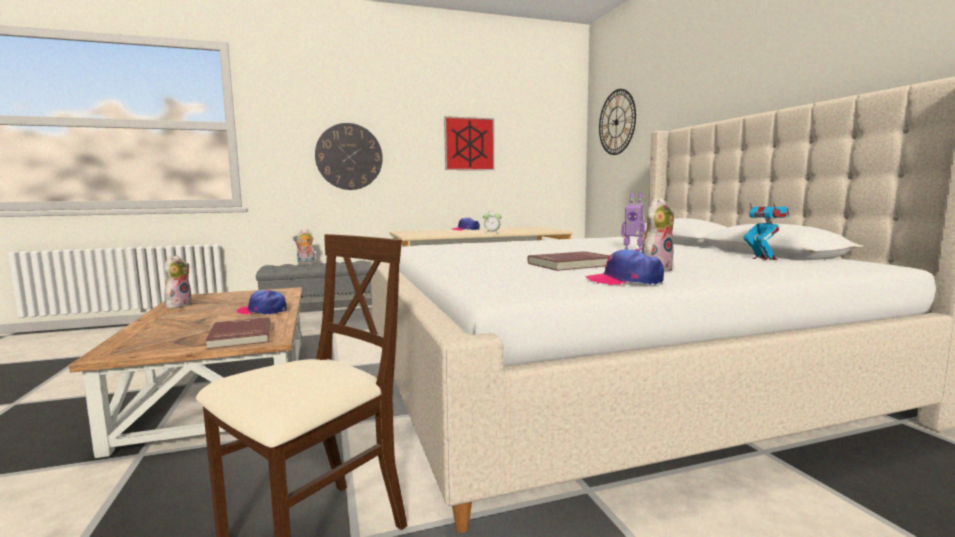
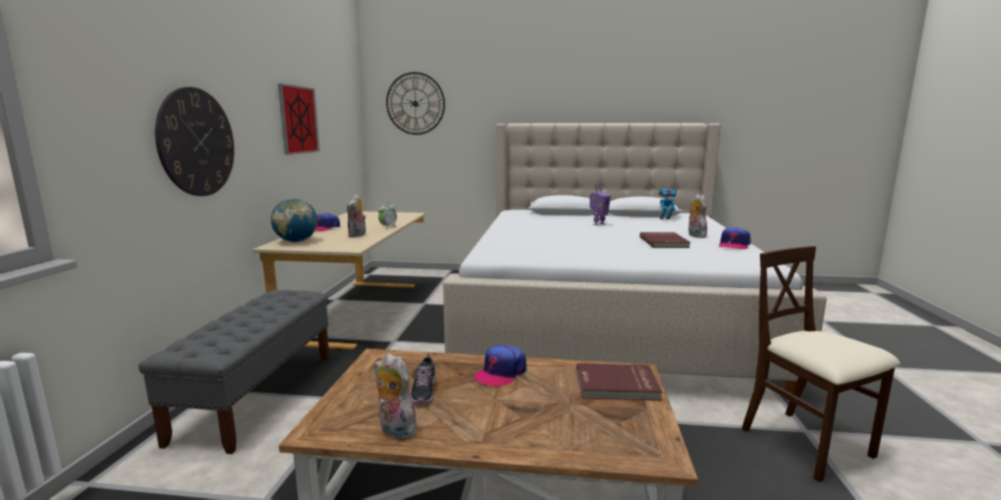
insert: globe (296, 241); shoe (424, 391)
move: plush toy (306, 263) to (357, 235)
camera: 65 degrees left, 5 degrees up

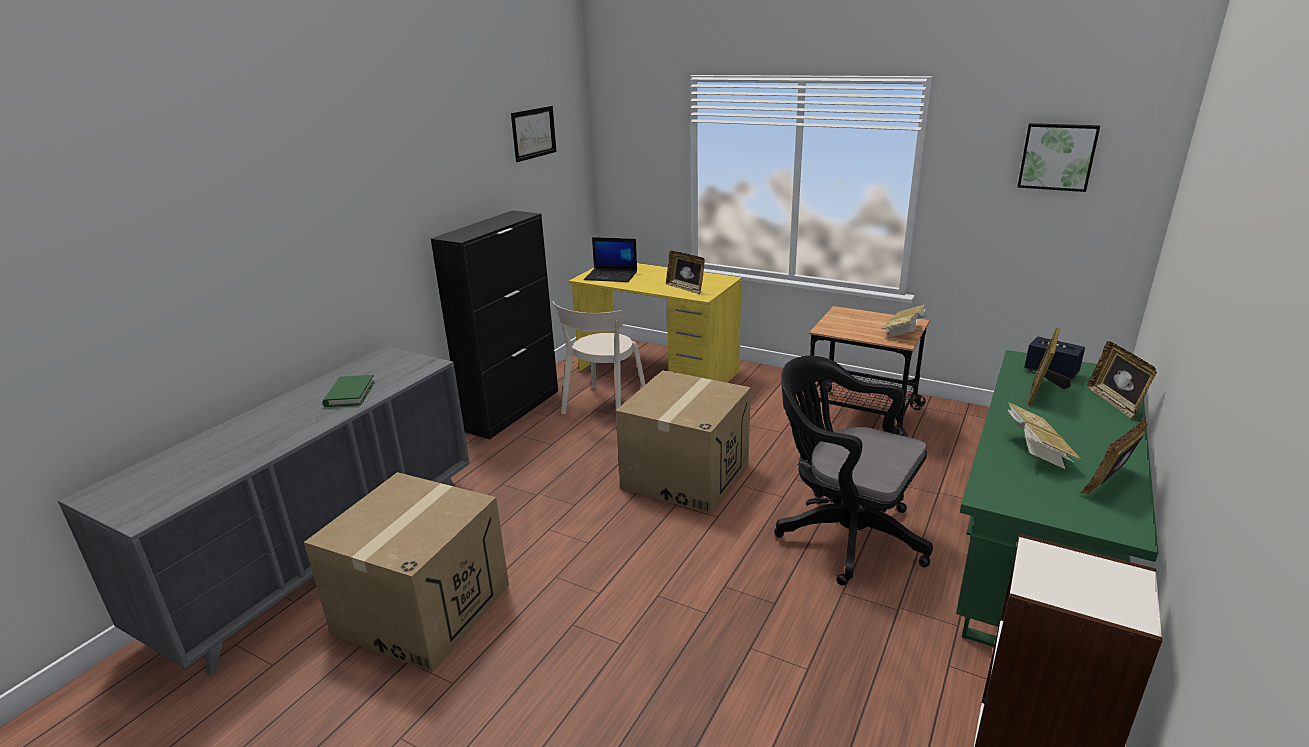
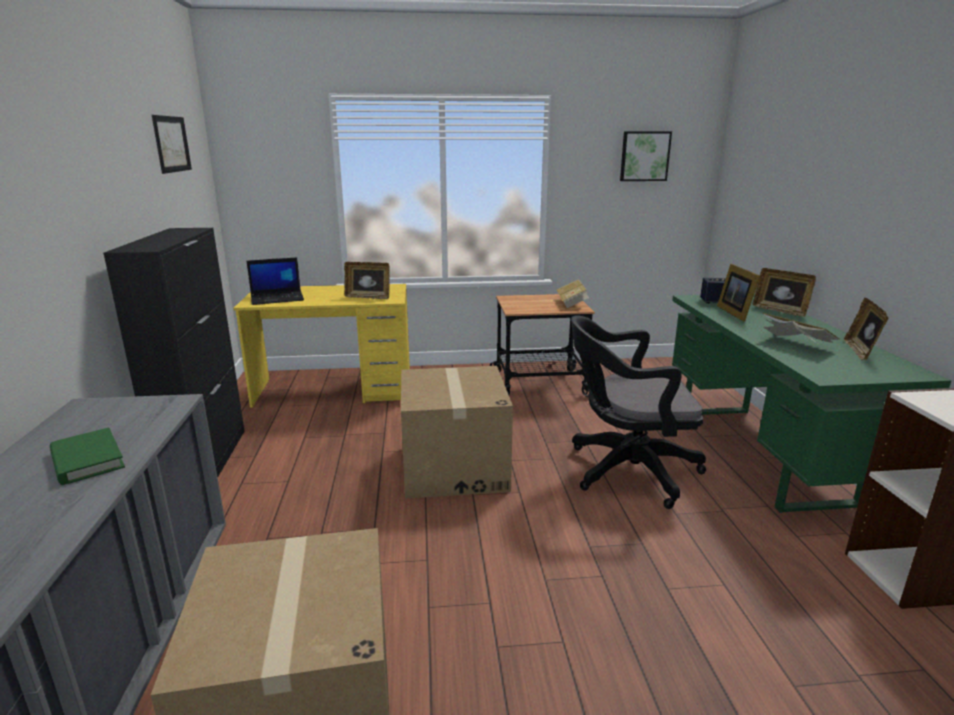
delete: beige chair (603, 408)
camera: 35 degrees left, 5 degrees down

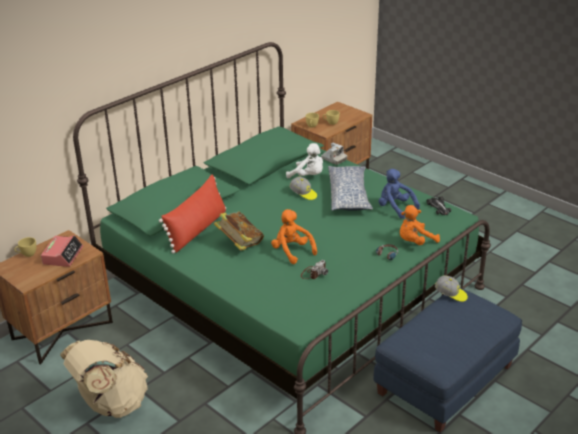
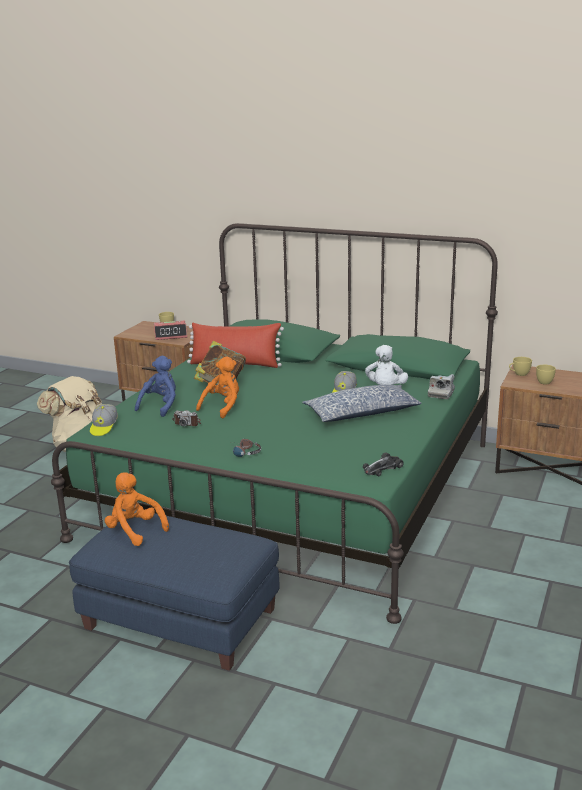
move: blue plush toy (395, 208) to (160, 406); orange plush toy (415, 242) to (135, 530); cap (450, 294) to (104, 427)
camera: 70 degrees right, 10 degrees down

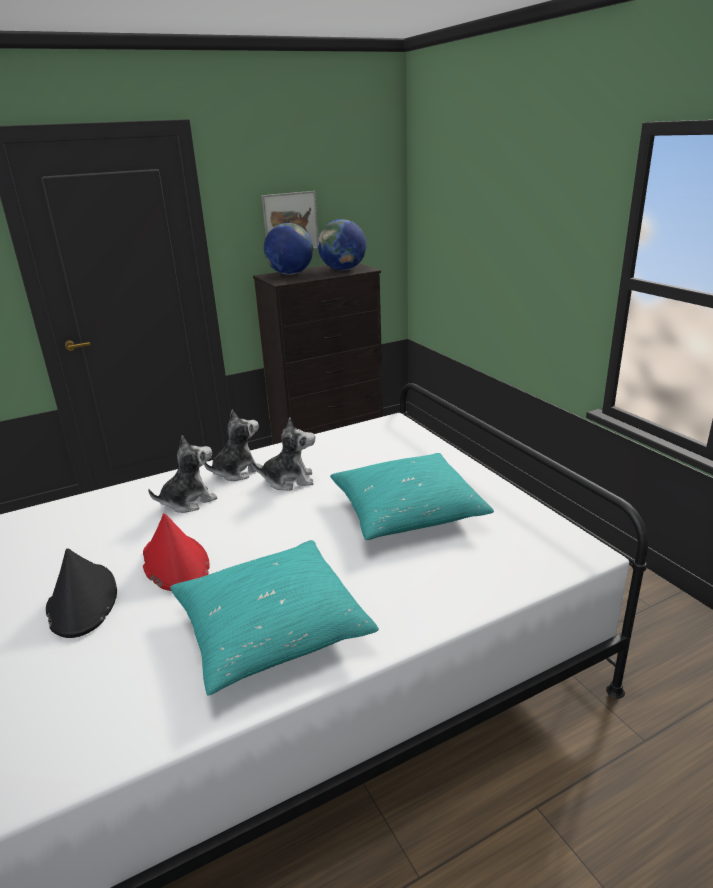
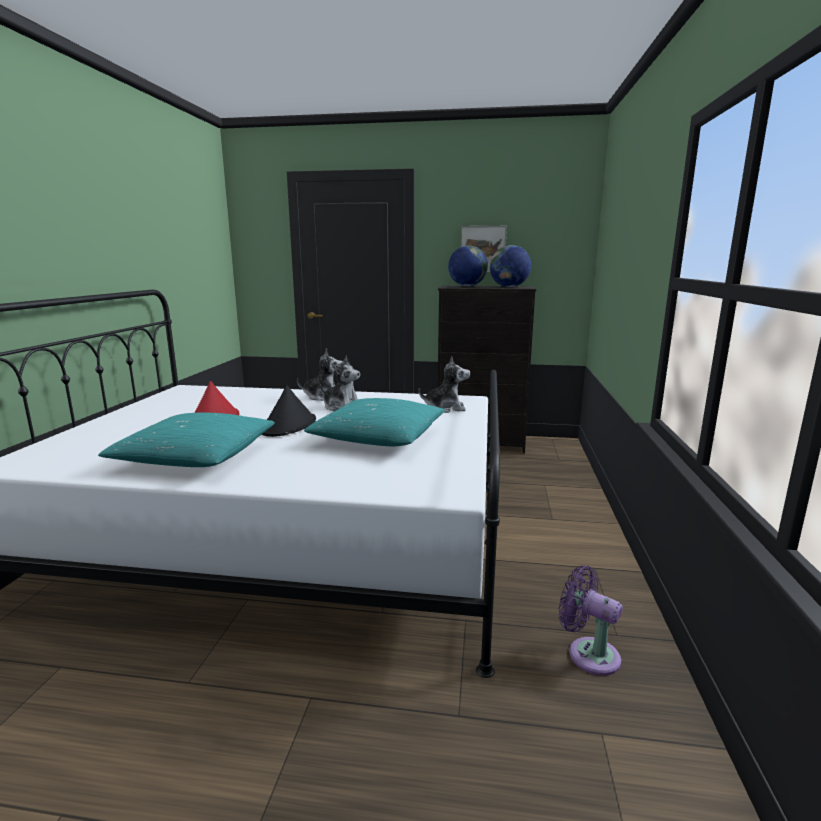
insert: purple fan (588, 653)
move: plush toy (188, 501) to (445, 408); black hat (82, 601) to (289, 426)
camera: 35 degrees right, 10 degrees down

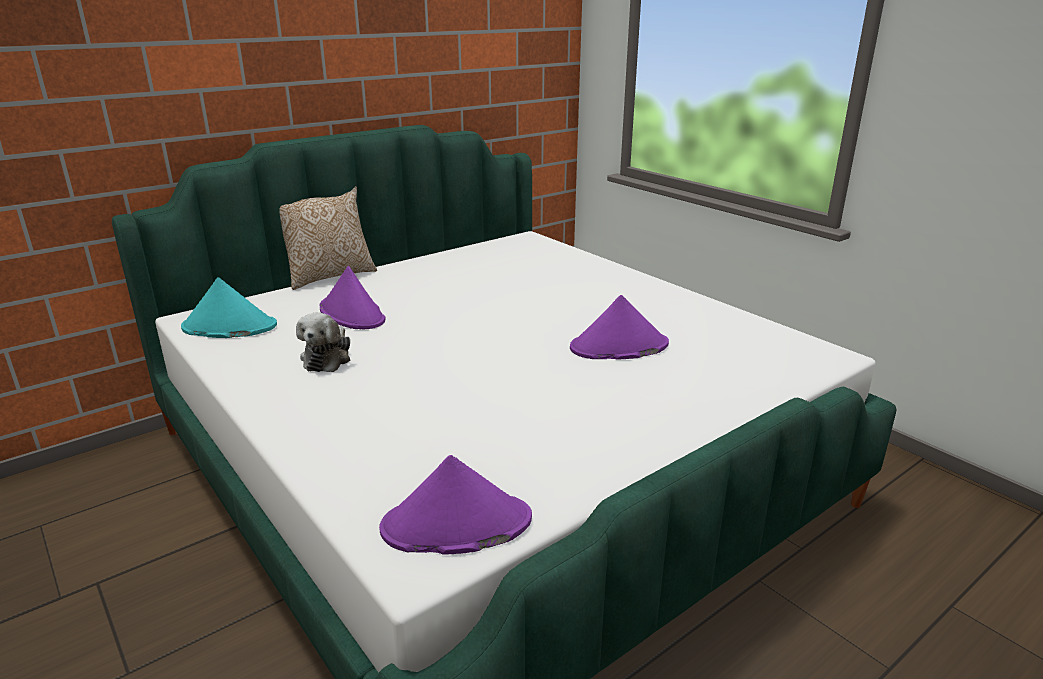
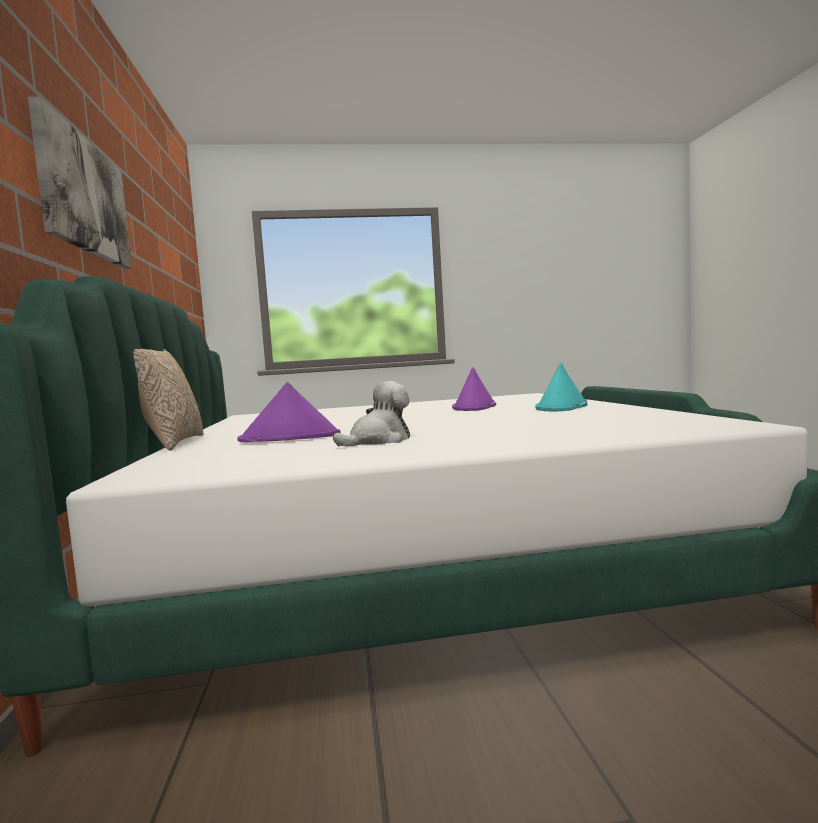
delete: purple hat (456, 525)
insert: picture (83, 197)
move: turquoise hat (229, 327) to (561, 407)
rotate: plush toy (327, 358) = (378, 441) 75 degrees counterclockwise
camera: 60 degrees left, 20 degrees down

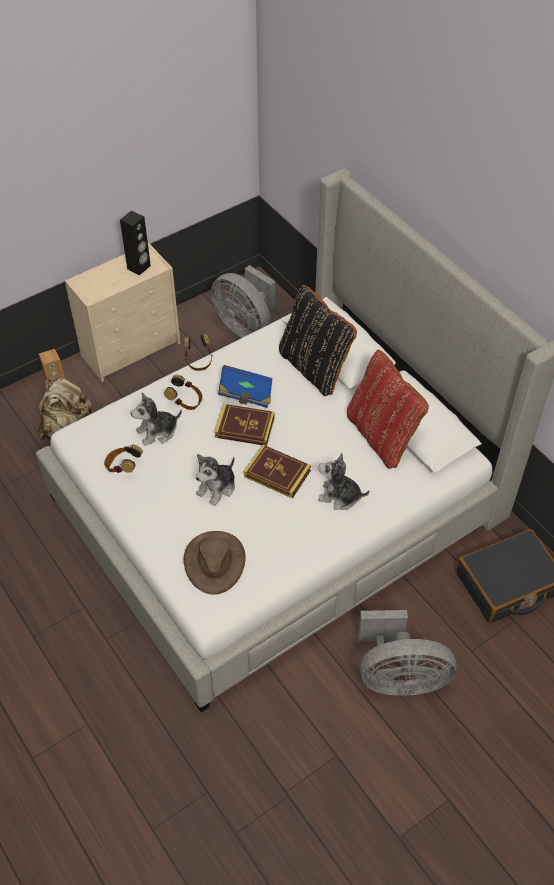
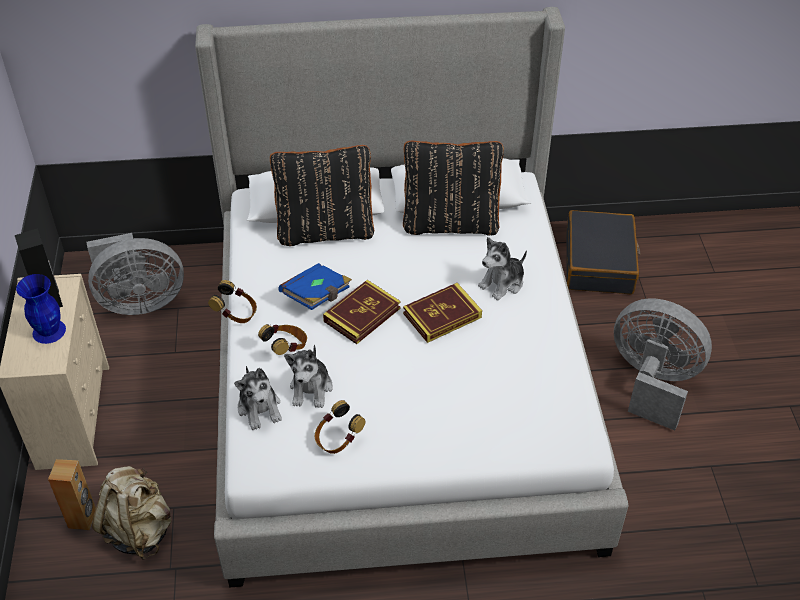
delete: brown hat (214, 562)
insert: blue vase (49, 331)
move: plush toy (217, 488) to (260, 408)
recolor: red pillow (382, 436) to black pillow (450, 222)
rotate: grey fan (398, 677) = (652, 382) 90 degrees counterclockwise
camera: 60 degrees left, 5 degrees down

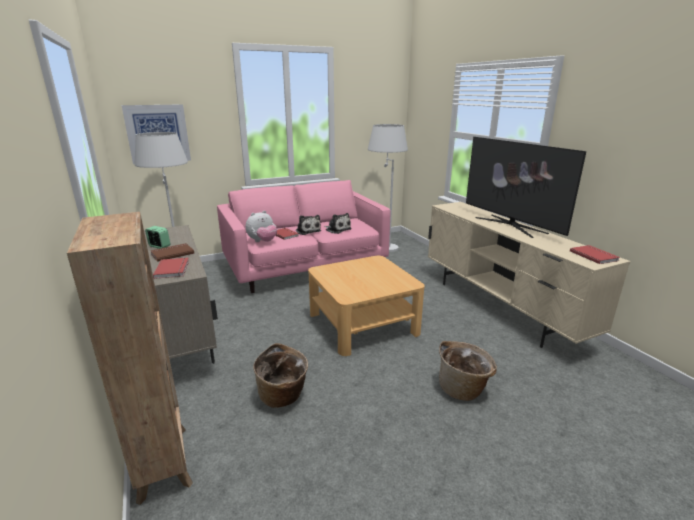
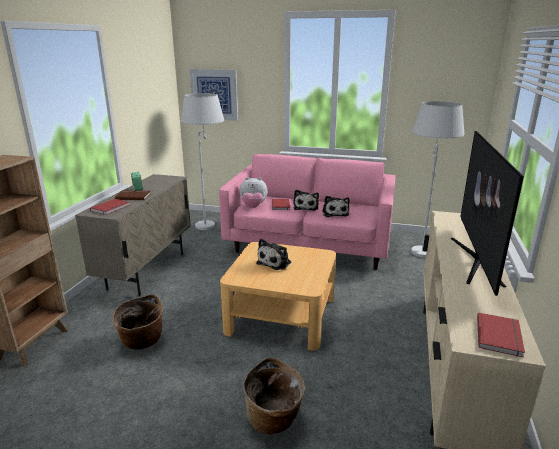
insert: plush toy (275, 262)
camera: 40 degrees right, 0 degrees up

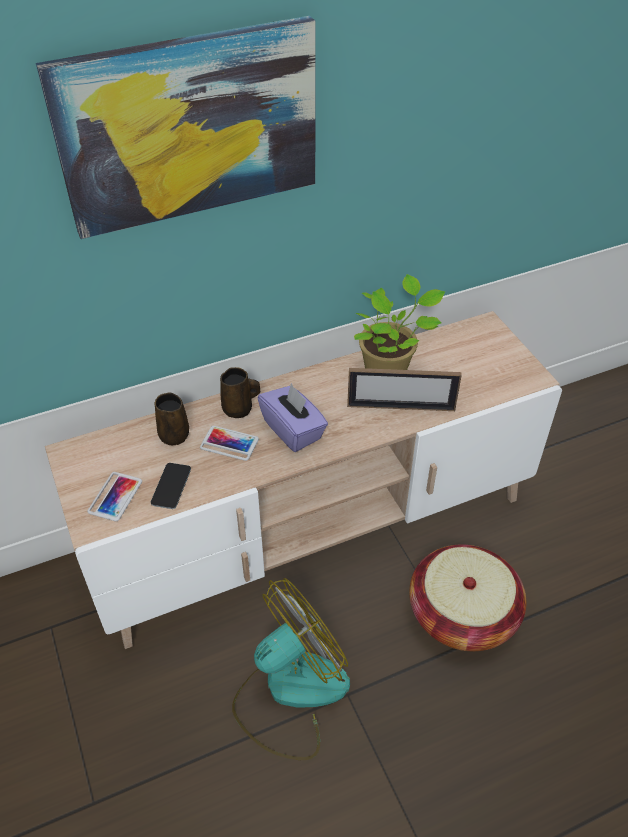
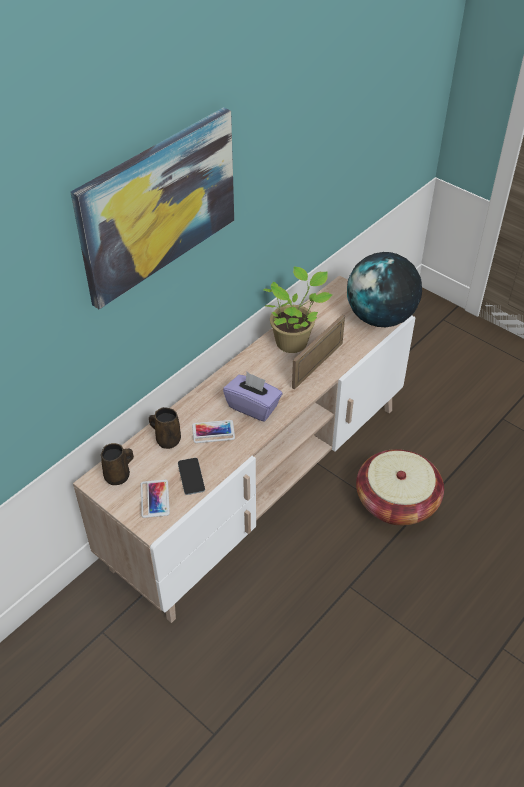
delete: fan (290, 692)
insert: globe (380, 317)
move: brown mug (239, 409) to (118, 476)
rotate: picture frame (401, 407) = (317, 365) 150 degrees clockwise
camera: 25 degrees left, 0 degrees up

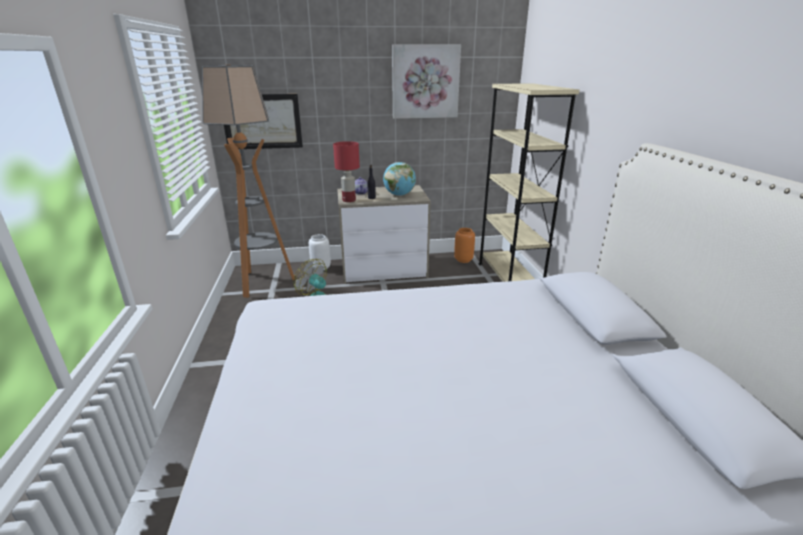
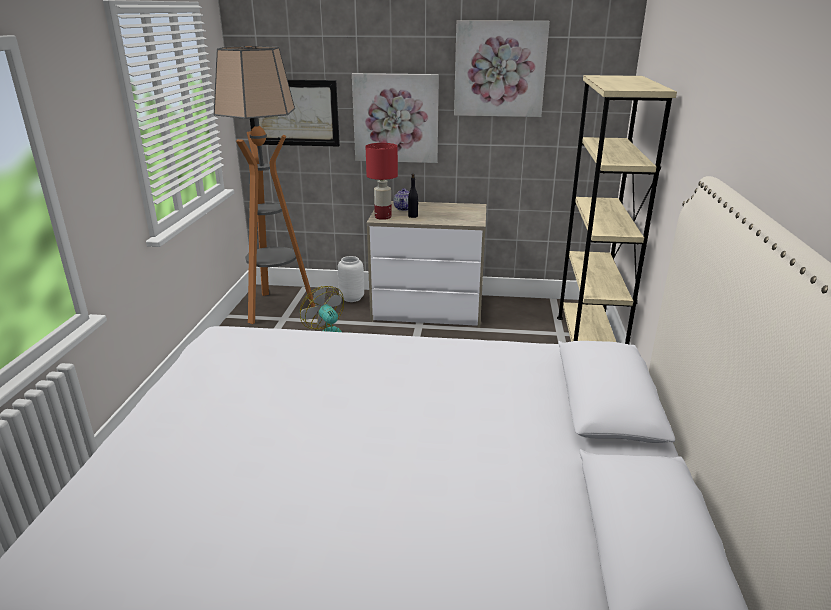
delete: globe (399, 195); orange vase (463, 260)
insert: picture (396, 118)
camera: 15 degrees right, 0 degrees up

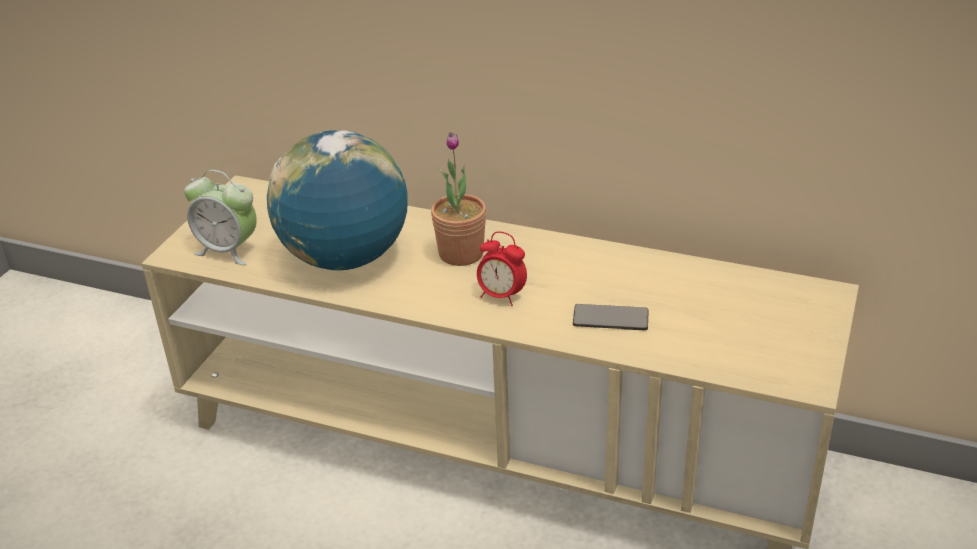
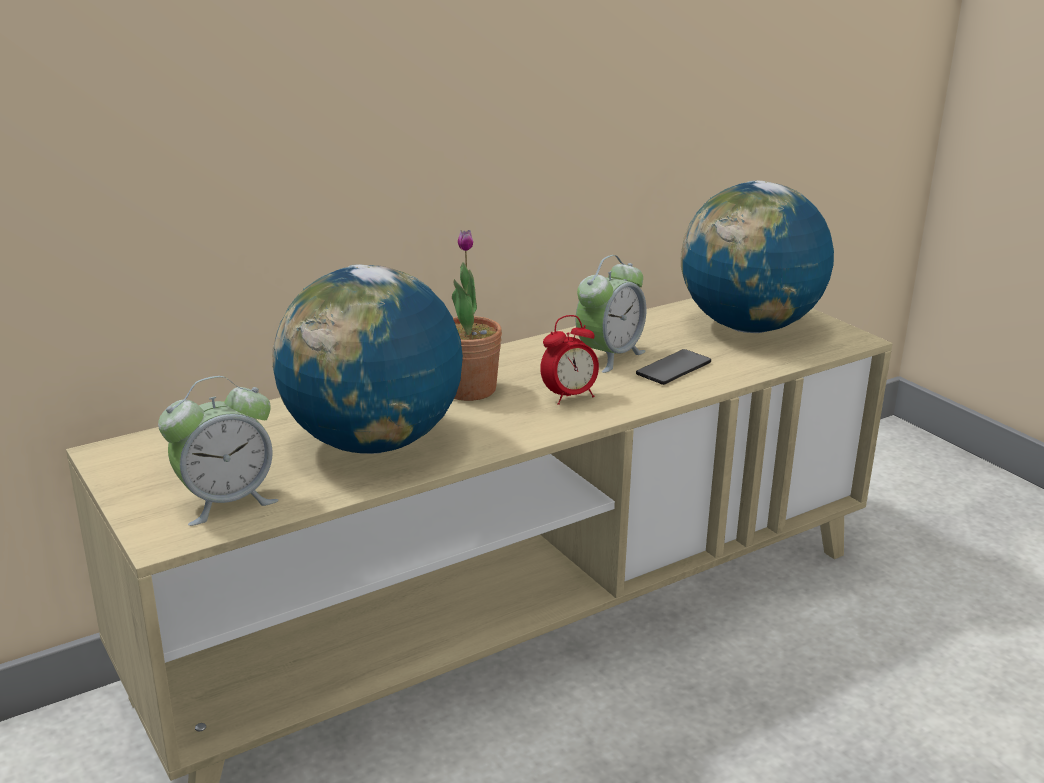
insert: globe (749, 327); alarm clock (609, 356)
camera: 55 degrees left, 10 degrees down

